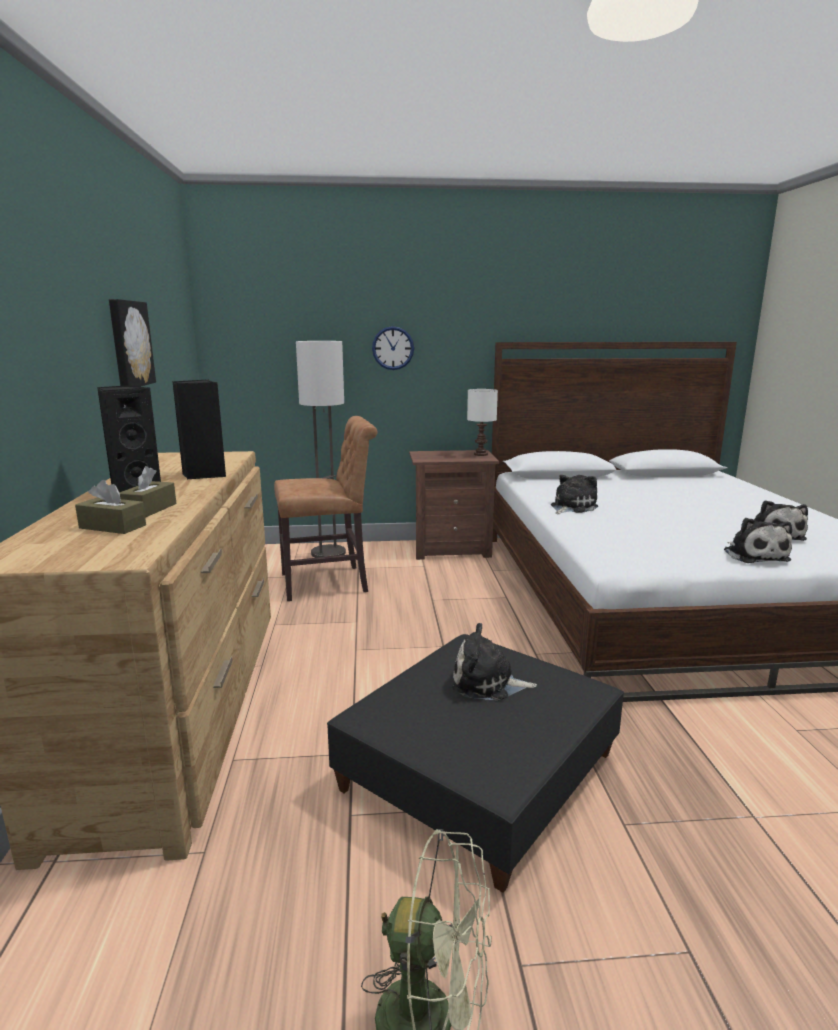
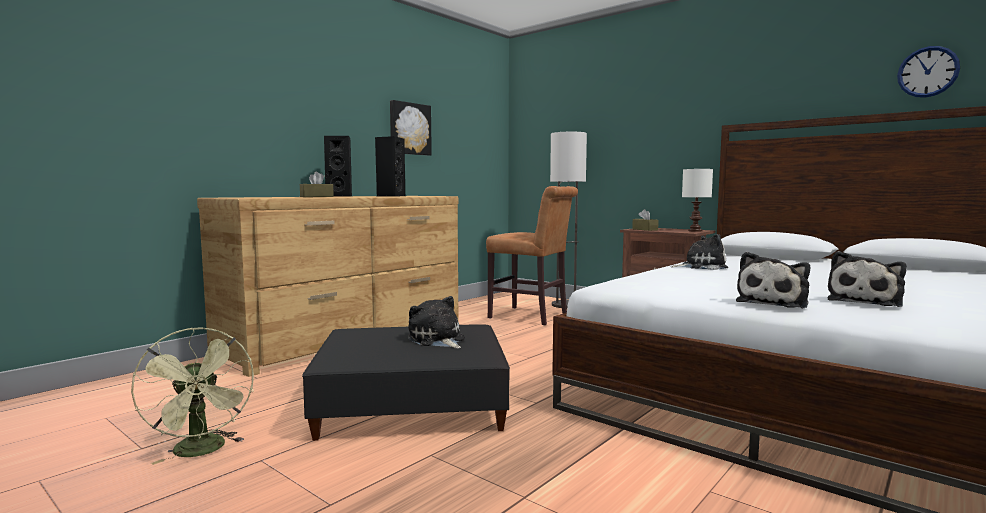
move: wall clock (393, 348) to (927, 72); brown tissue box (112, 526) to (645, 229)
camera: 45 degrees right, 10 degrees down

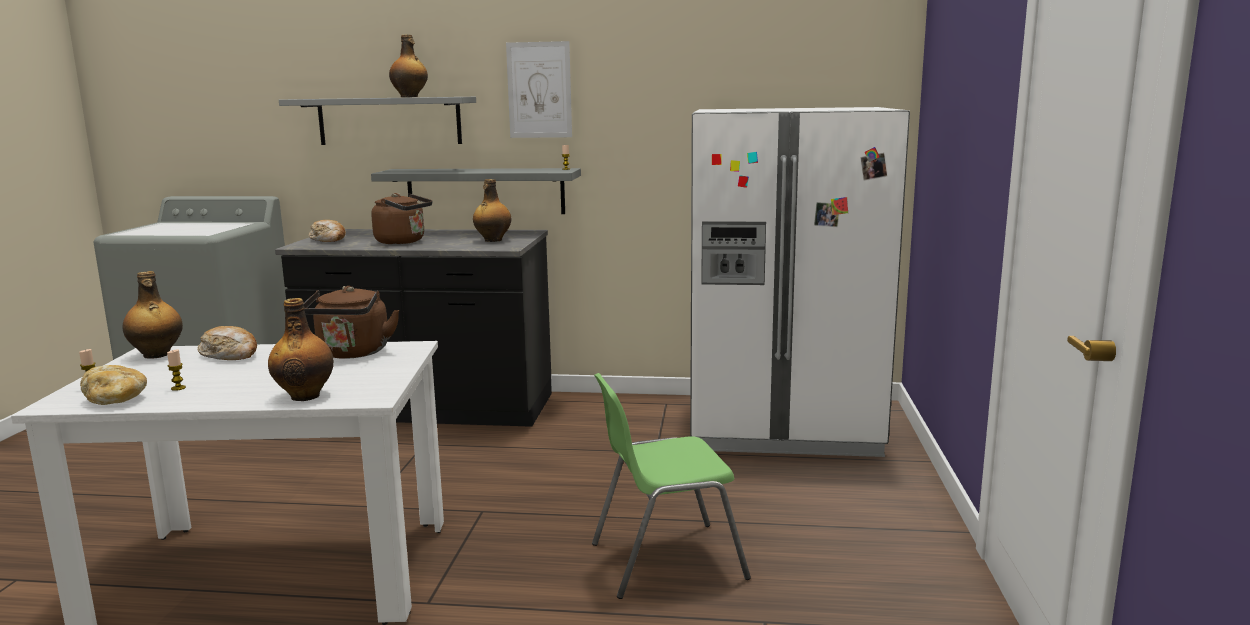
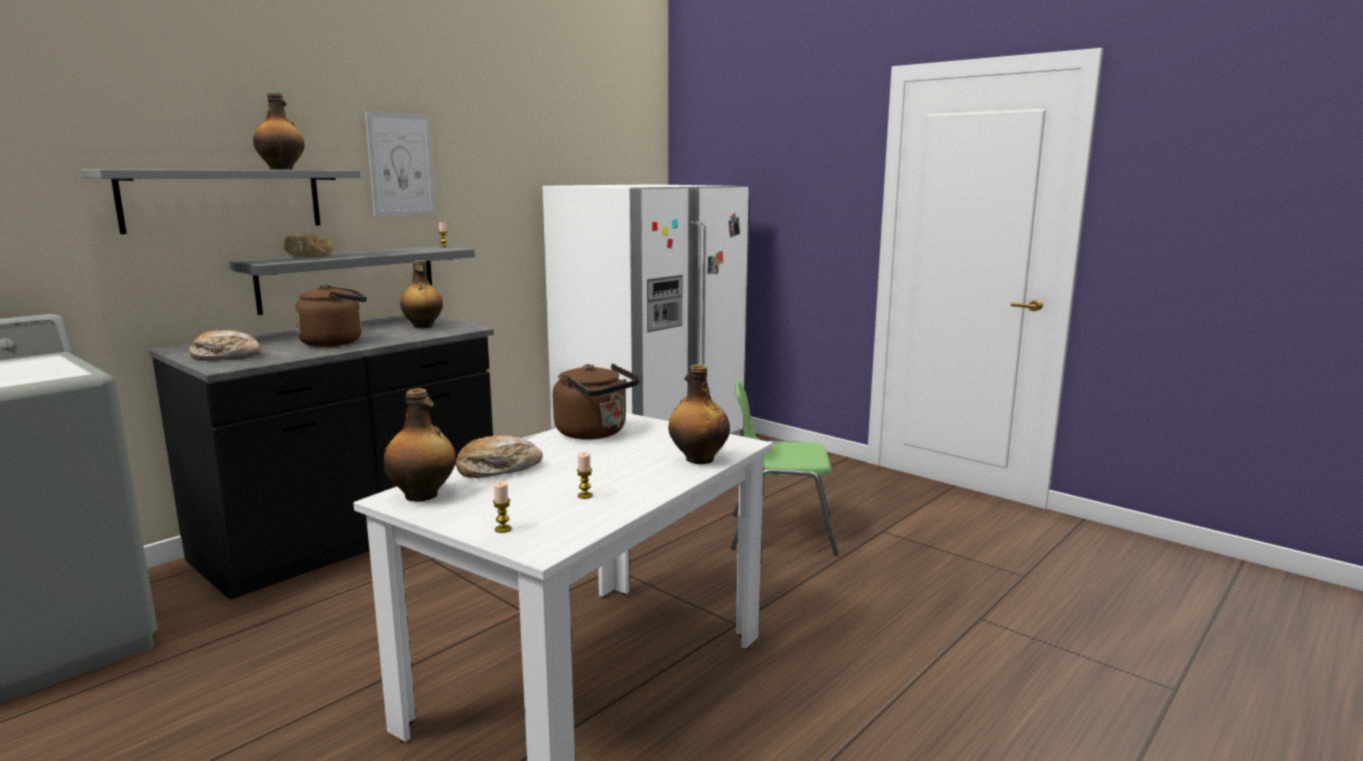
move: bread (116, 400) to (310, 257)
rotate: green chair (664, 560) = (780, 533) 75 degrees clockwise
camera: 55 degrees left, 0 degrees up

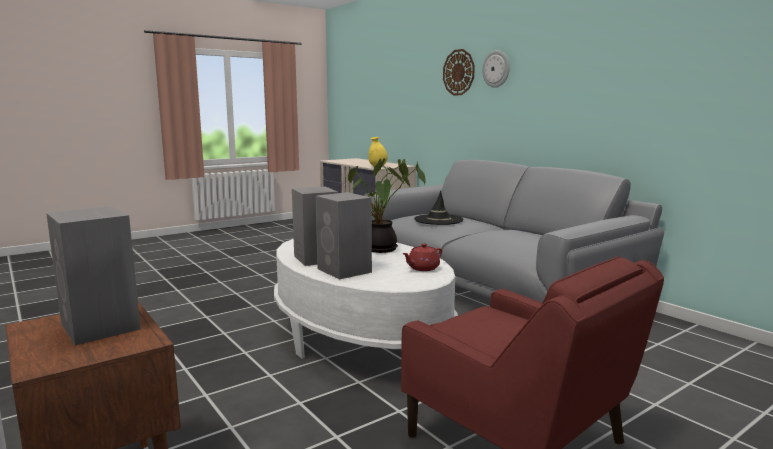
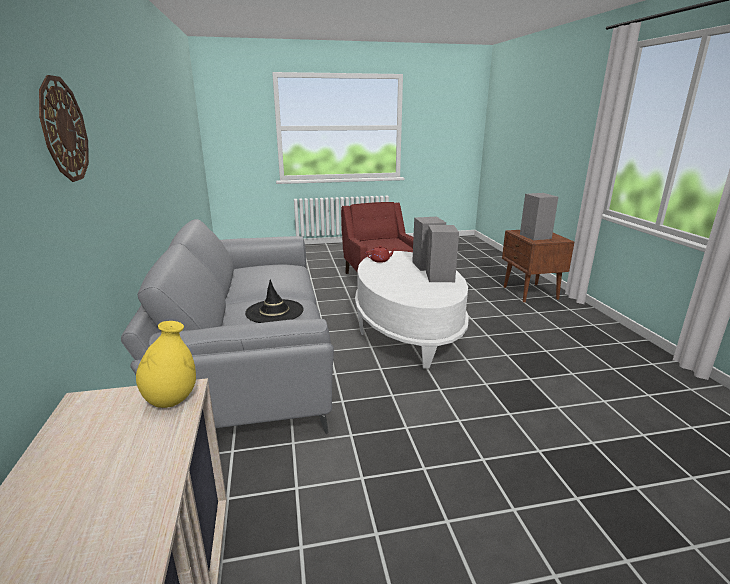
delete: wall clock (496, 69); potted plant (382, 250)
camera: 155 degrees left, 10 degrees up

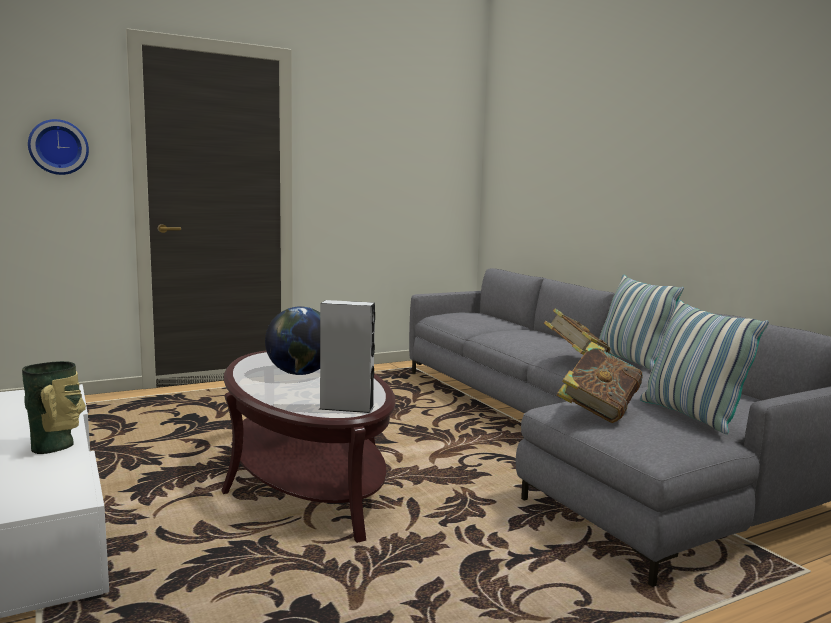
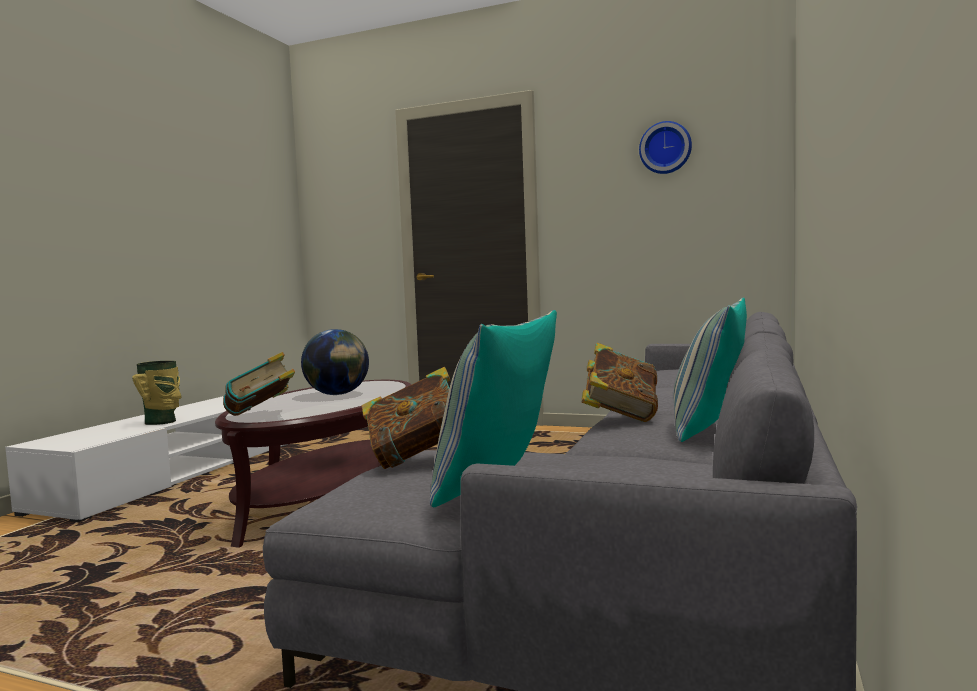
move: wall clock (58, 147) to (665, 148)
replace: grey speaker (346, 407) to book (261, 416)
camera: 50 degrees right, 5 degrees down

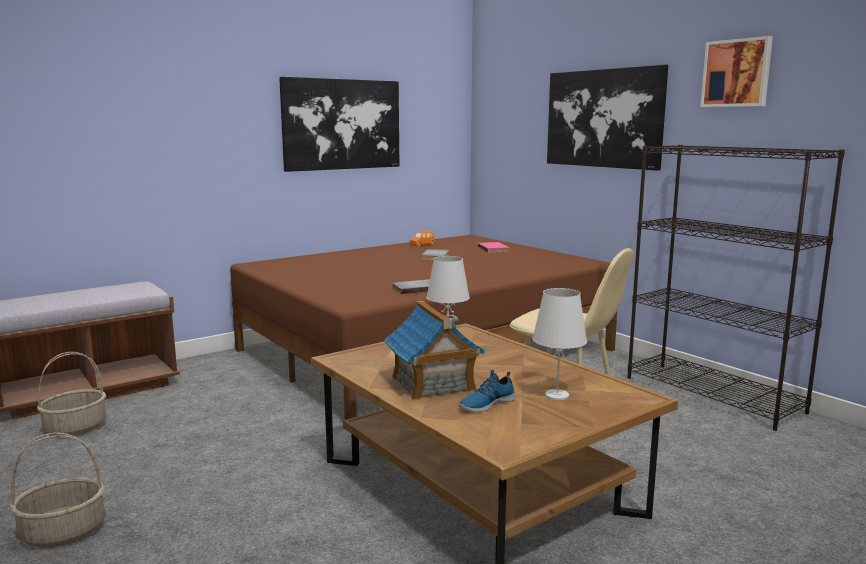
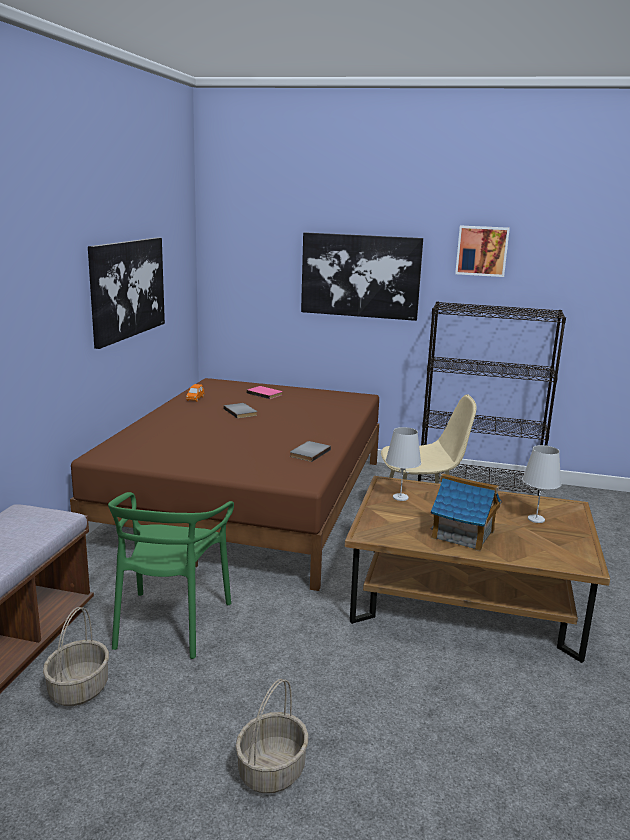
delete: shoe (486, 404)
insert: green chair (170, 623)
camera: 40 degrees left, 5 degrees up

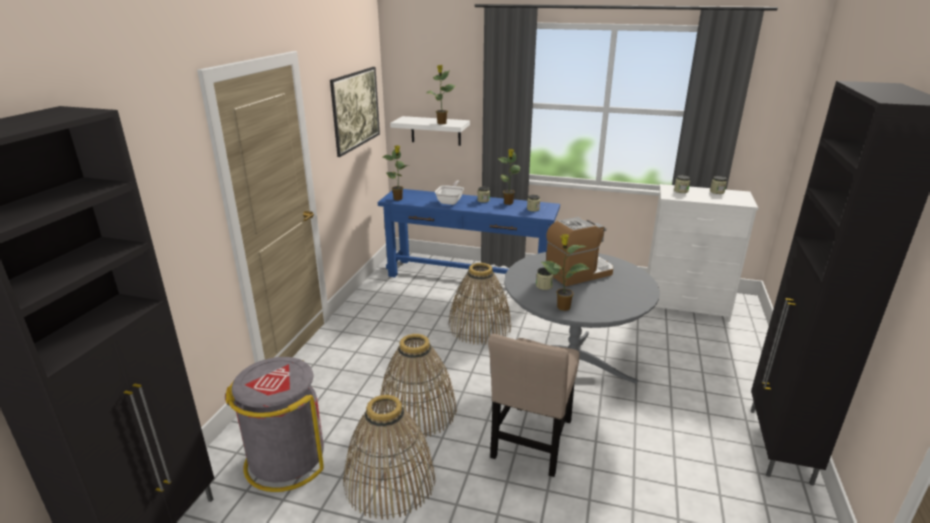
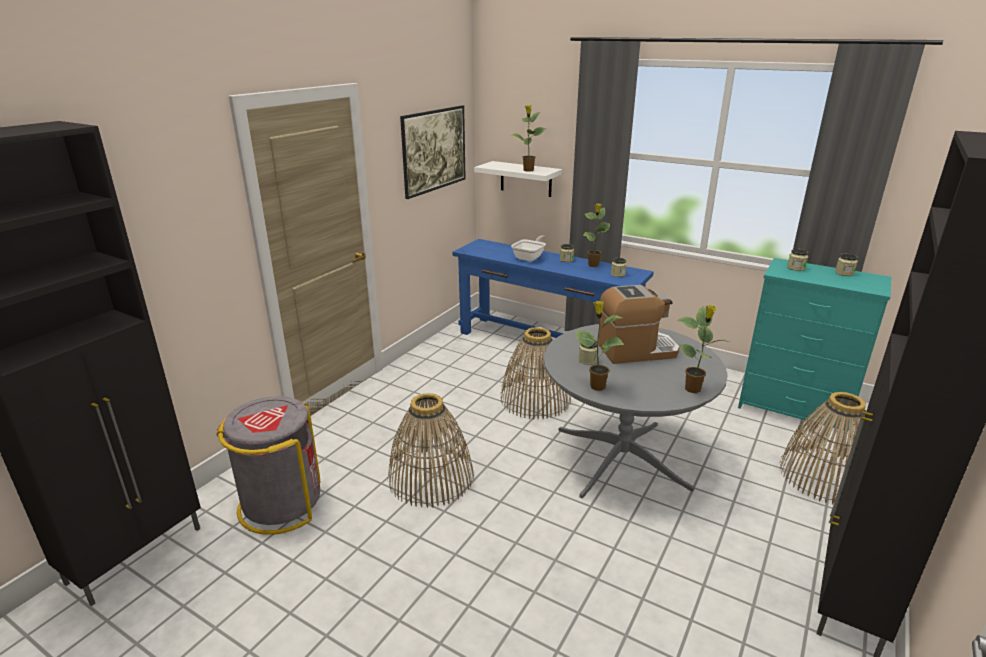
delete: beige chair (531, 442)
move: potted plant (398, 199) to (693, 389); basket (389, 481) to (824, 476)
recolor: white dresser (685, 306) to turquoise dresser (794, 410)
camera: 15 degrees right, 0 degrees up

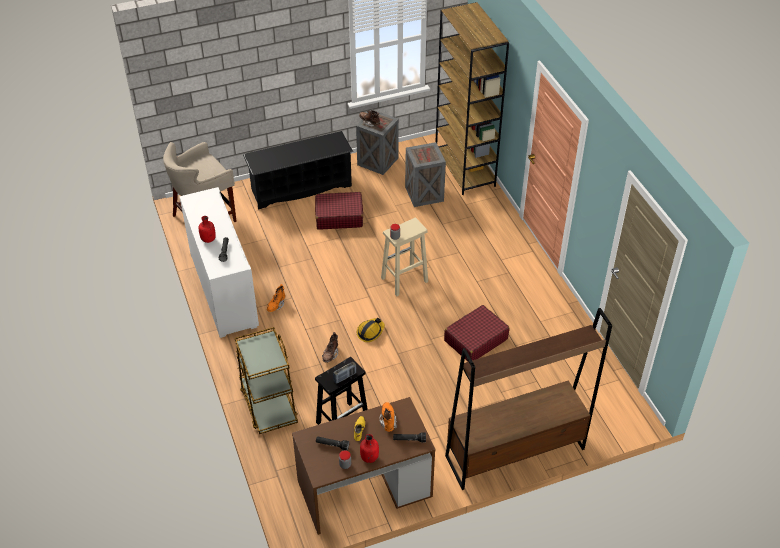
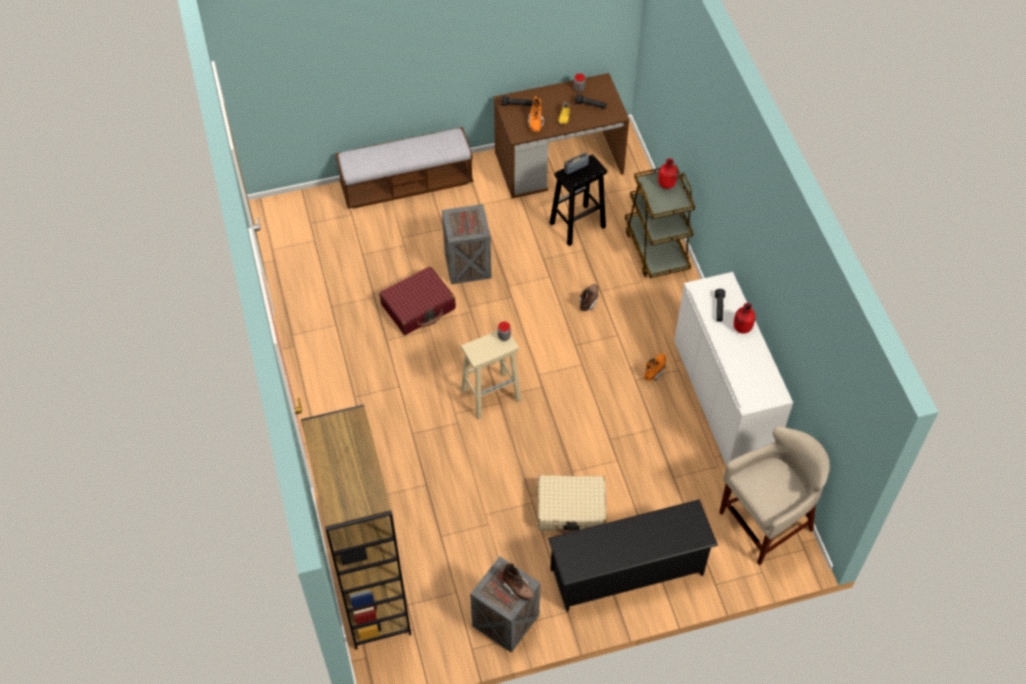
delete: hard hat (370, 332)
move: crate (424, 193) to (467, 266); red bottle (369, 457) to (666, 184)
replace: brown bookcase (514, 452) to bench (407, 184)
recolor: red suitcase (339, 216) to beige suitcase (571, 509)
camera: 175 degrees left, 10 degrees up

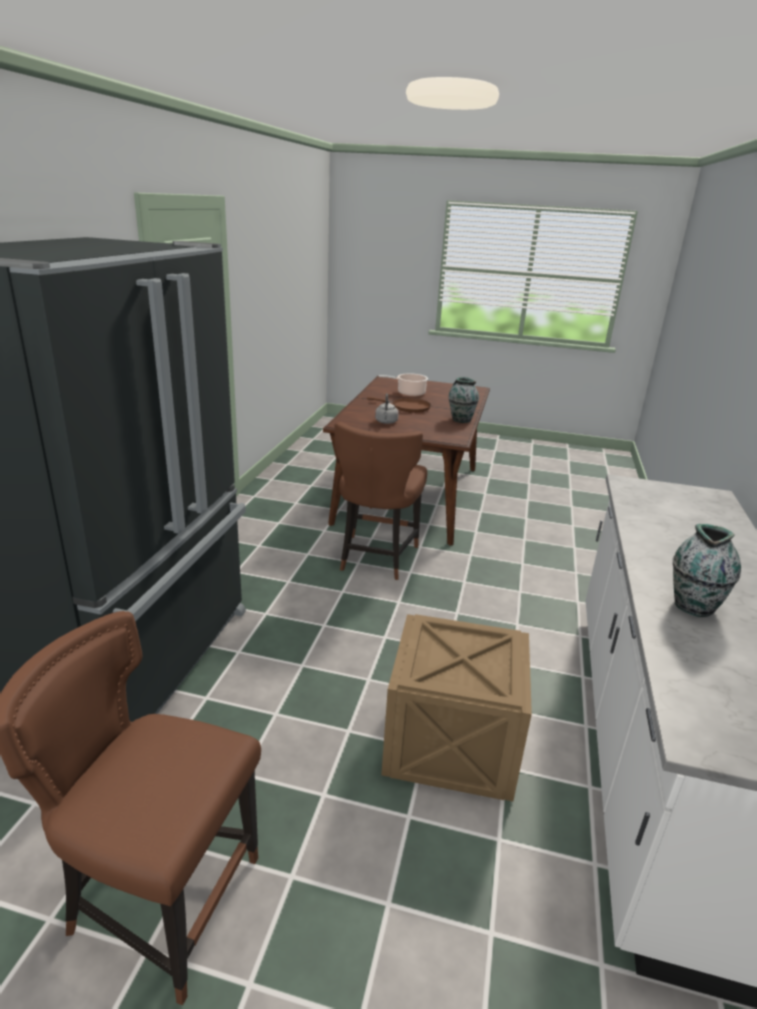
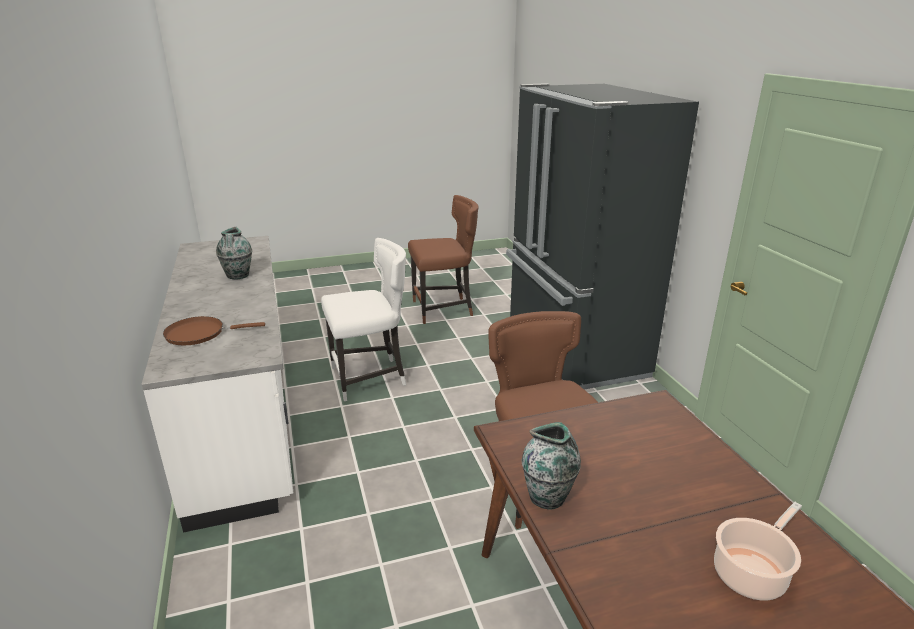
delete: grey kettle (386, 422)
move: brown frying pan (407, 407) to (199, 334)
replace: crate (449, 744) to white chair (370, 378)
camera: 150 degrees right, 0 degrees up

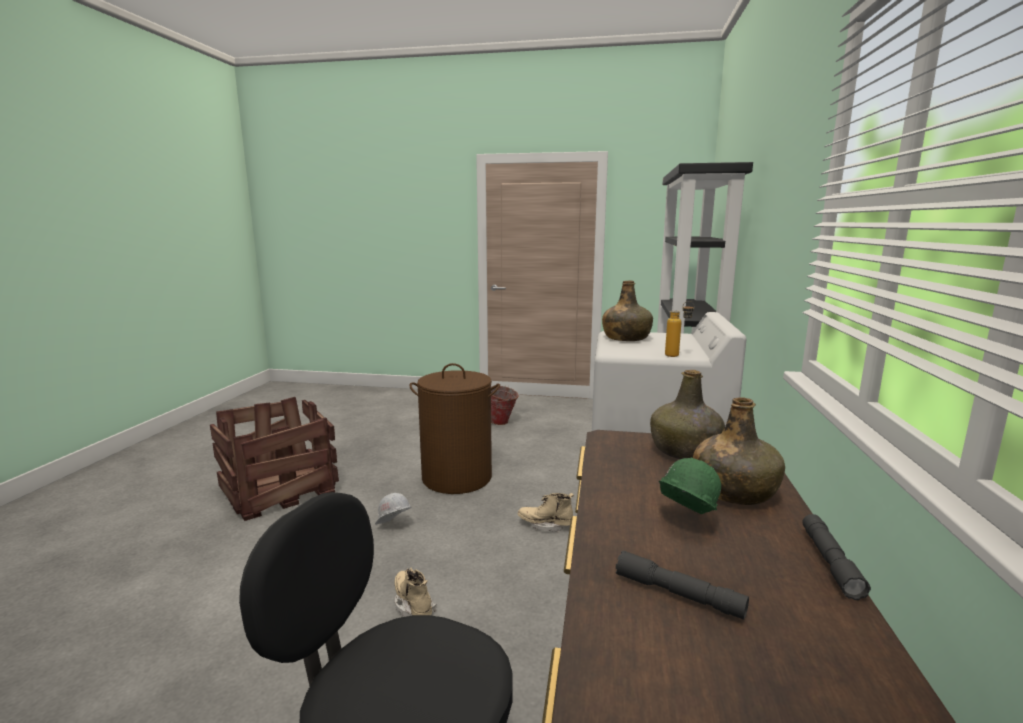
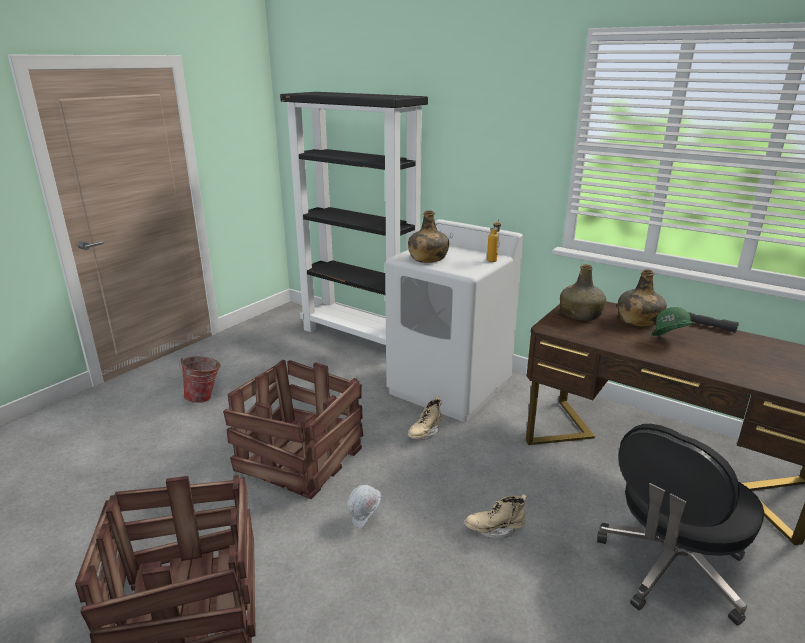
delete: grey flashlight (678, 594)
replace: brown laundry basket (457, 477) to crate (301, 457)
camera: 65 degrees left, 10 degrees up

